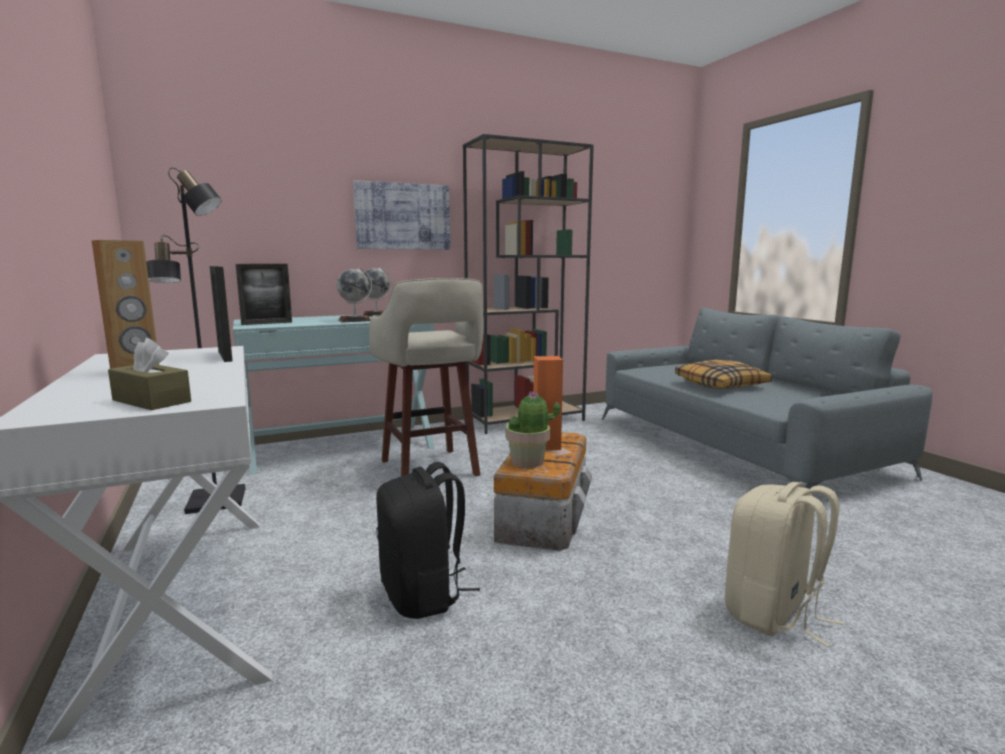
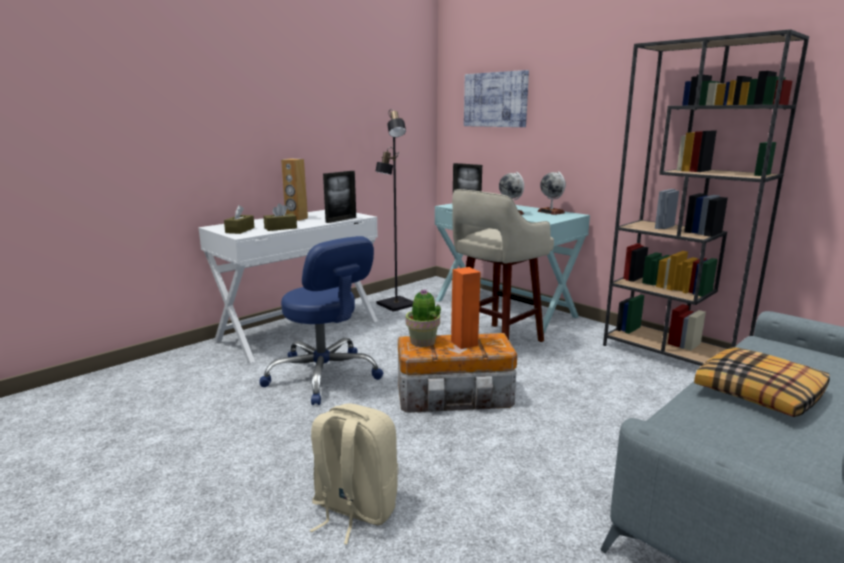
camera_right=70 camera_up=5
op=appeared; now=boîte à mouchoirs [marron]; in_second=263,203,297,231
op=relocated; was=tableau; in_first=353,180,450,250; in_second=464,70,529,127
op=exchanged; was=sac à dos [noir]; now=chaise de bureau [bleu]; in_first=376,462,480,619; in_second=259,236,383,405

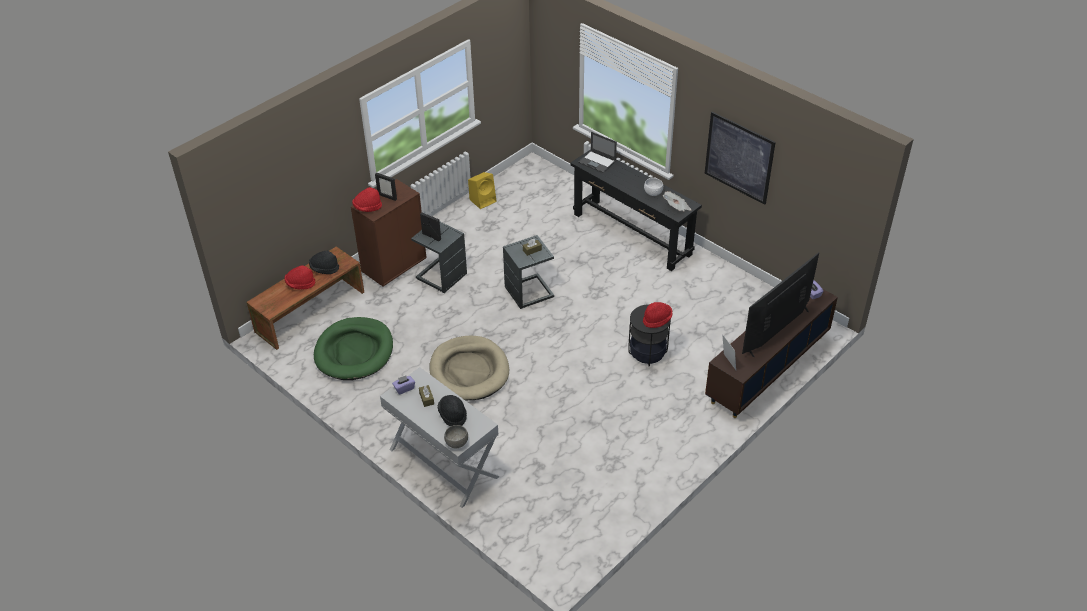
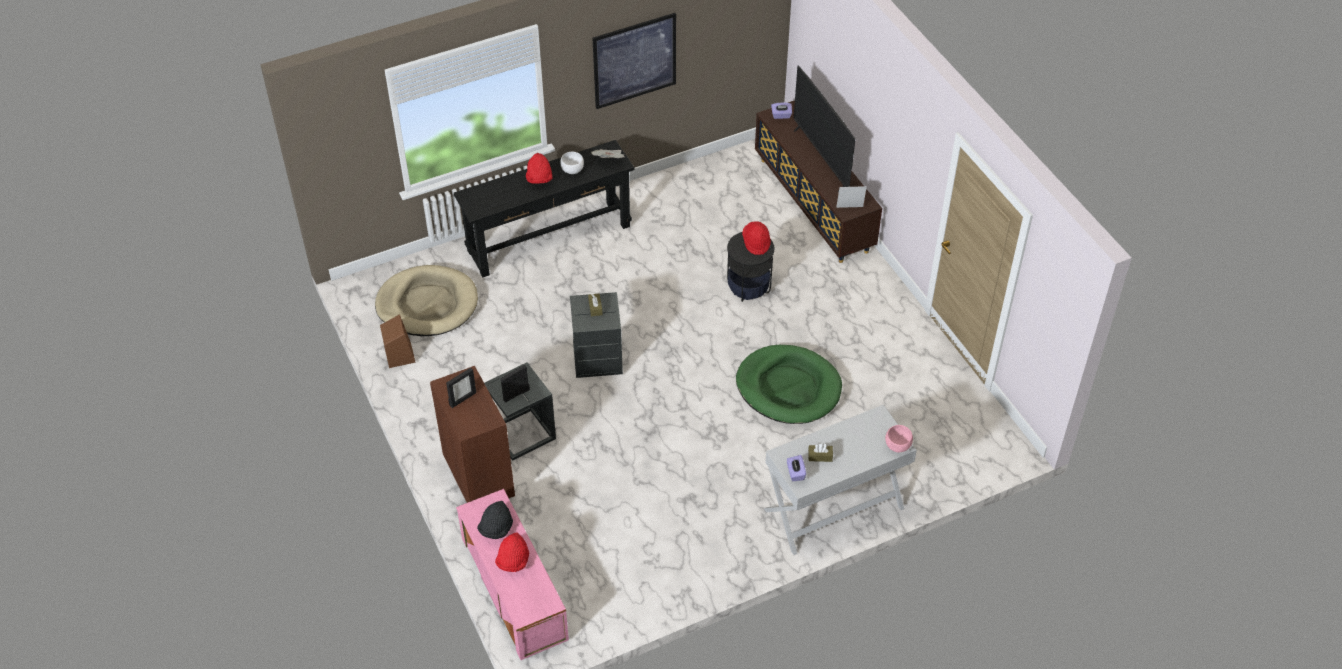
camera_right=-70 camera_up=5
op=missing; was=chapeau [noir]; in_first=438,395,467,426
op=missing; was=ordinateur portable; in_first=578,132,617,173
op=relocated; was=panier pour chien [vert]; in_first=314,317,393,380; in_second=736,345,842,424
op=relocated; was=chapeau [rouge]; in_first=352,187,382,212; in_second=526,153,553,184
op=relocated; was=panier pour chien [beige]; in_first=429,336,509,400; in_second=375,265,478,336
op=colour; was=banc [marron]; now=banc [rose]; in_first=246,246,364,350; in_second=456,489,569,660
op=colour; was=bol [gris]; now=bol [rose]; in_first=444,425,468,448; in_second=885,425,913,452
op=colour; was=enceinte [jaune]; now=enceinte [marron]; in_first=468,172,497,209; in_second=380,314,416,368

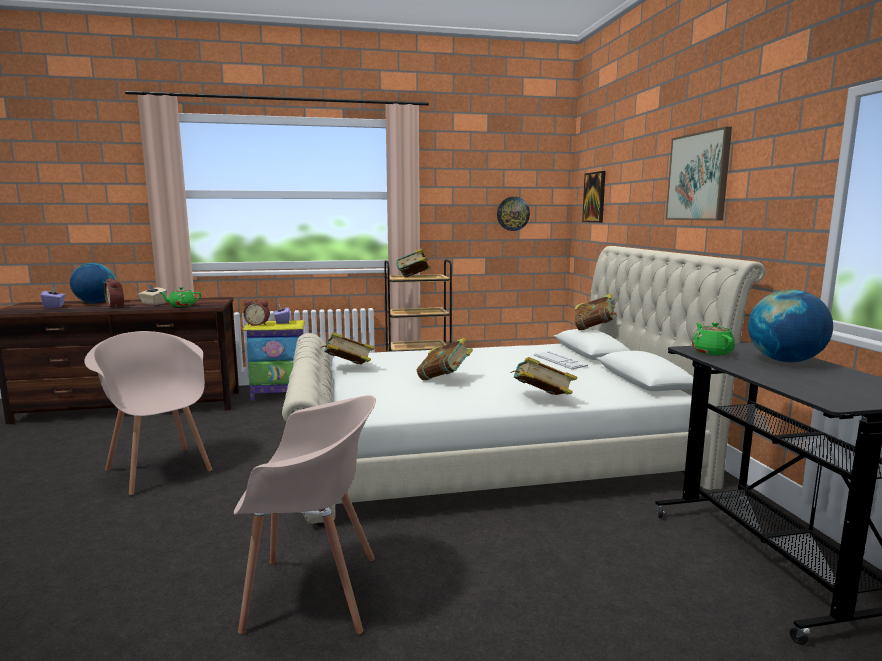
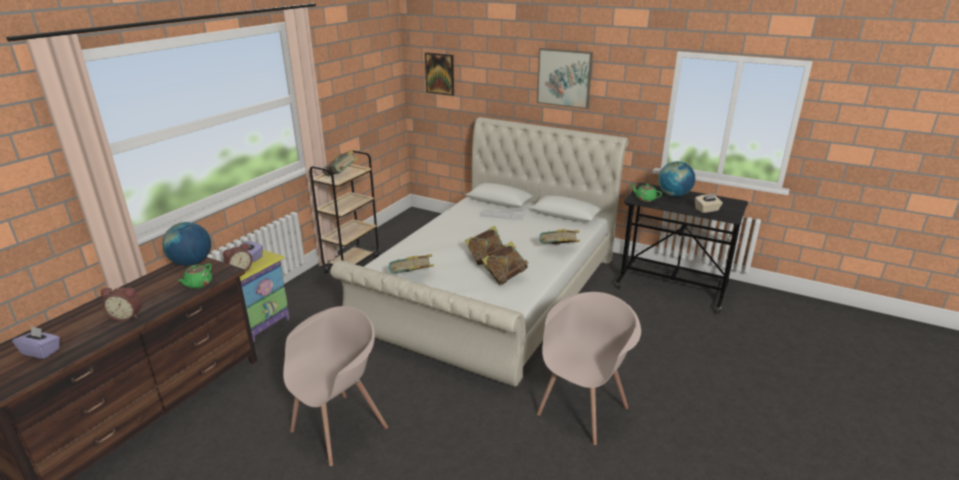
camera_right=-50 camera_up=15
op=missing; was=horloge murale; in_first=497,197,530,231
op=relocated; was=globe; in_first=70,263,116,303; in_second=162,222,211,266
op=relocated; was=boîte à mouchoirs [beige]; in_first=138,284,168,305; in_second=695,194,723,213
op=relocated; was=livre; in_first=575,294,617,330; in_second=482,242,529,285
op=spun; was=chaise [beige]; in_first=84,331,212,495; in_second=283,306,388,466; clockwise=135

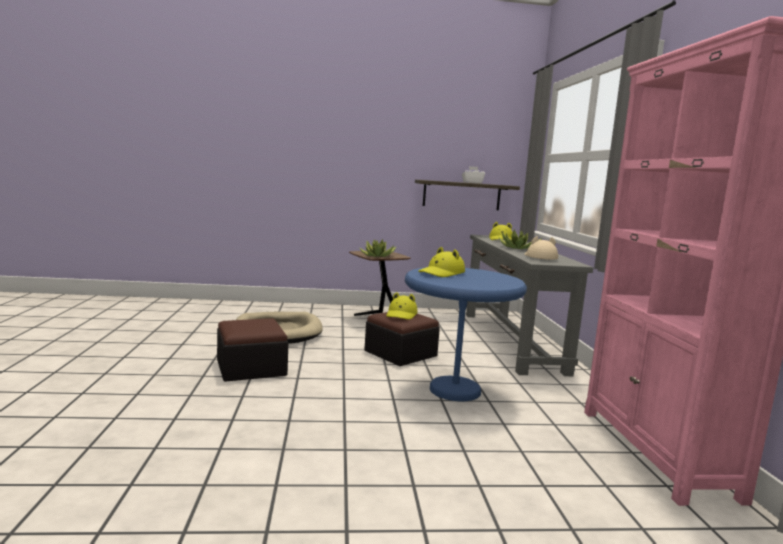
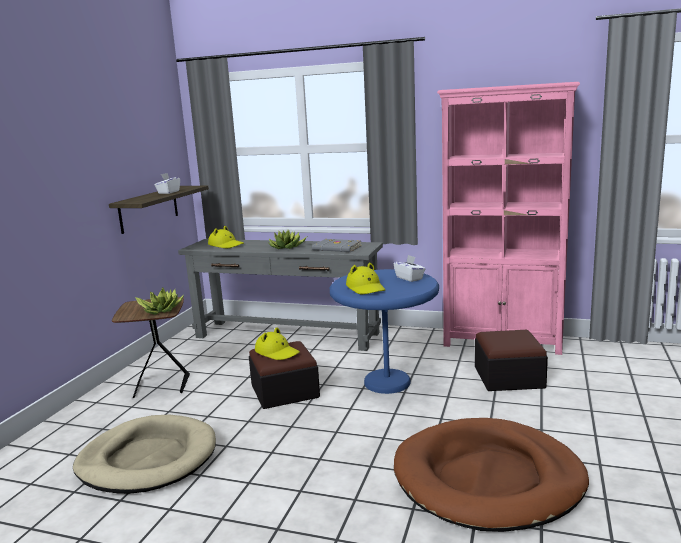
camera_right=-65 camera_up=5
op=appeared; now=boîte à mouchoirs [blanc]; in_second=394,255,425,282
op=appeared; now=panier pour chien [marron]; in_second=394,418,589,532
op=relocated; was=pouf; in_first=217,318,288,382; in_second=475,330,548,391
op=exchanged; was=chapeau [beige]; now=livre [gris]; in_first=524,236,558,260; in_second=312,239,362,252

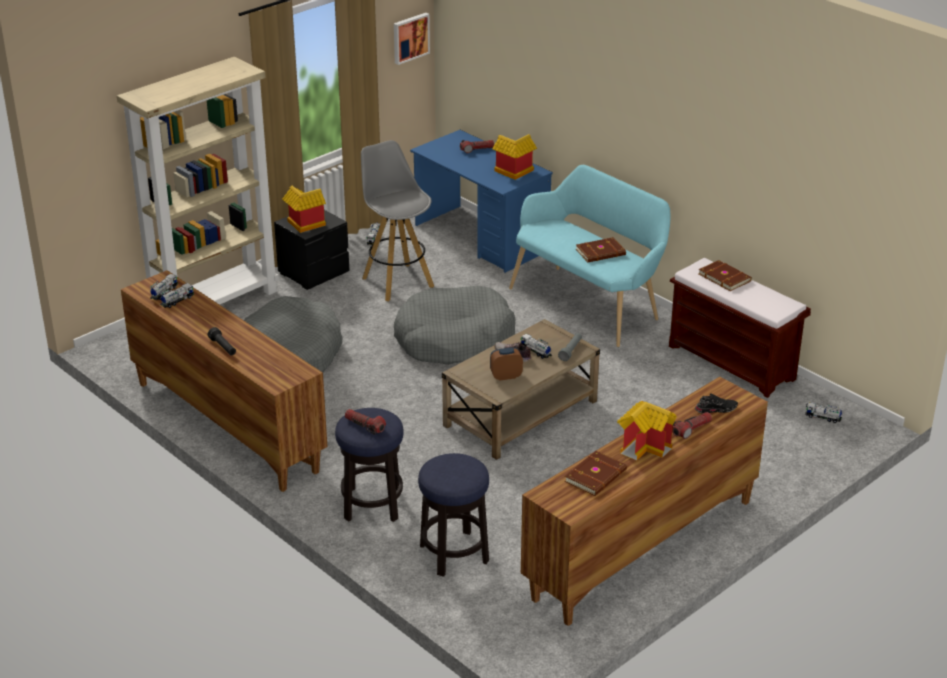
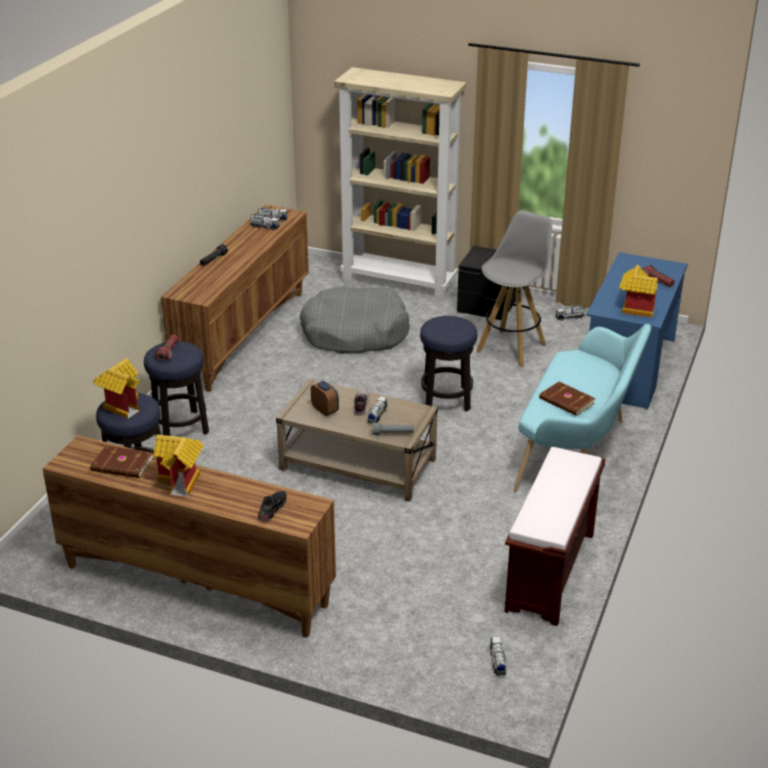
camera_right=65 camera_up=0
op=missing; was=tableau; in_first=394,13,430,65
op=missing; was=lampe de poche; in_first=672,412,712,439
op=missing; was=livre [marron]; in_first=698,260,752,291
op=relocated; was=maison miniature; in_first=282,186,326,233; in_second=94,358,140,418
op=exchanged; was=panier pour chien [gris]; now=tabouret; in_first=394,285,516,365; in_second=420,316,477,411
op=spun; was=chaussure [noir]; in_first=695,393,738,414; in_second=258,491,287,521; clockwise=-120

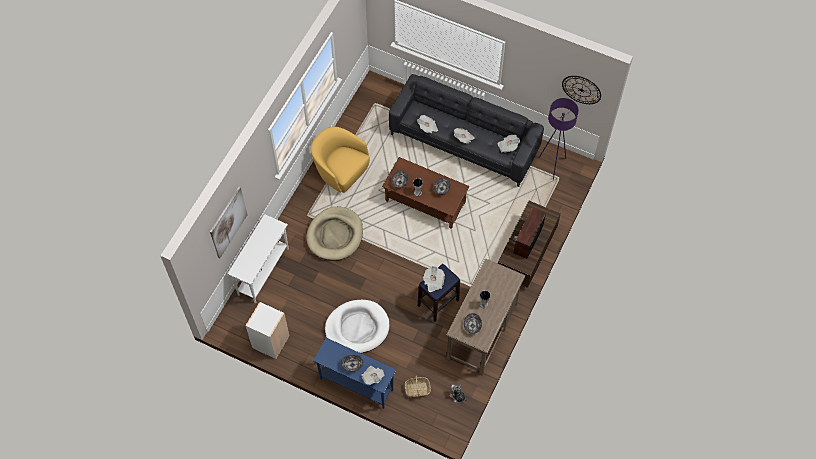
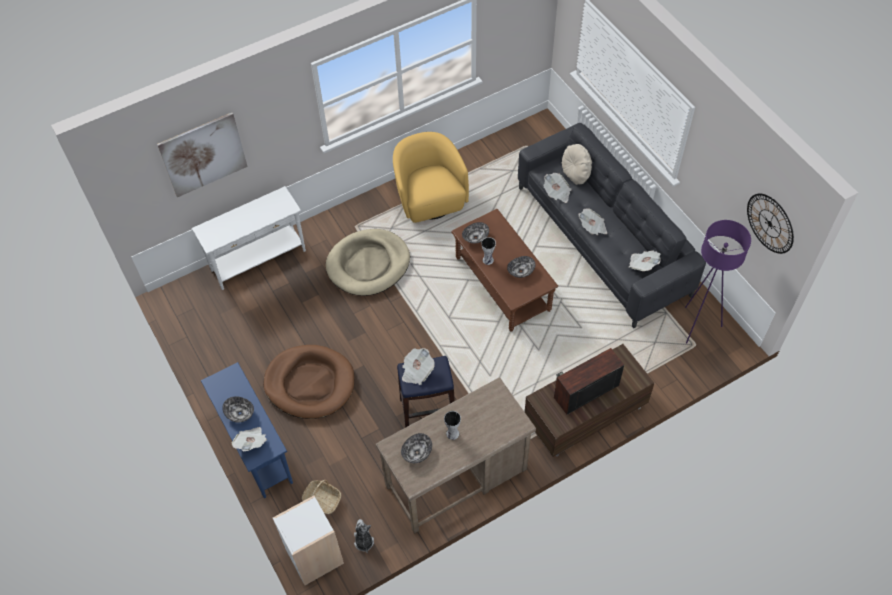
camera_right=35 camera_up=-5
op=appeared; now=coussin [beige]; in_second=562,144,592,185
op=relocated; was=bibliothèque; in_first=245,302,290,359; in_second=273,495,344,585
op=colour; was=panier pour chien [blanc]; now=panier pour chien [marron]; in_first=325,300,389,353; in_second=263,345,354,419

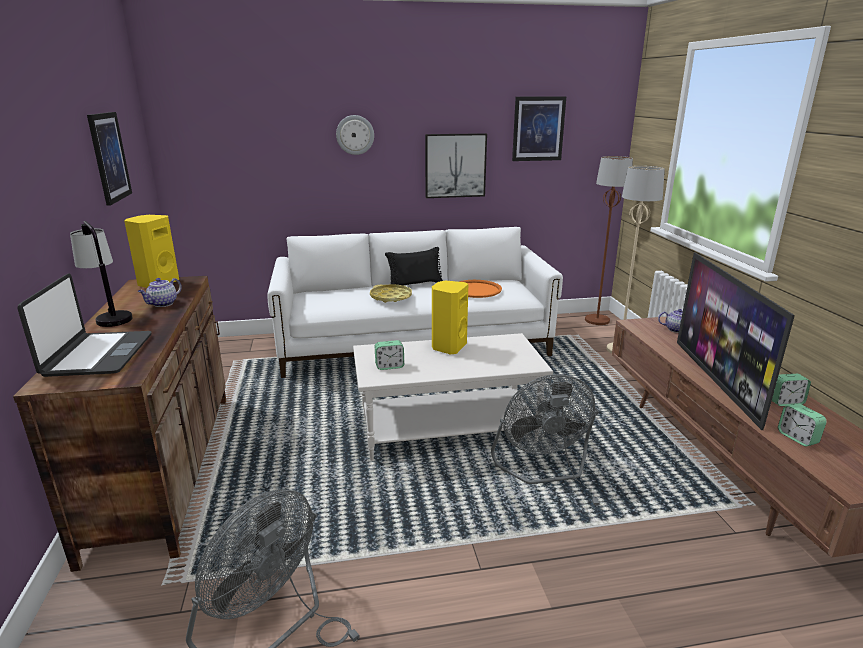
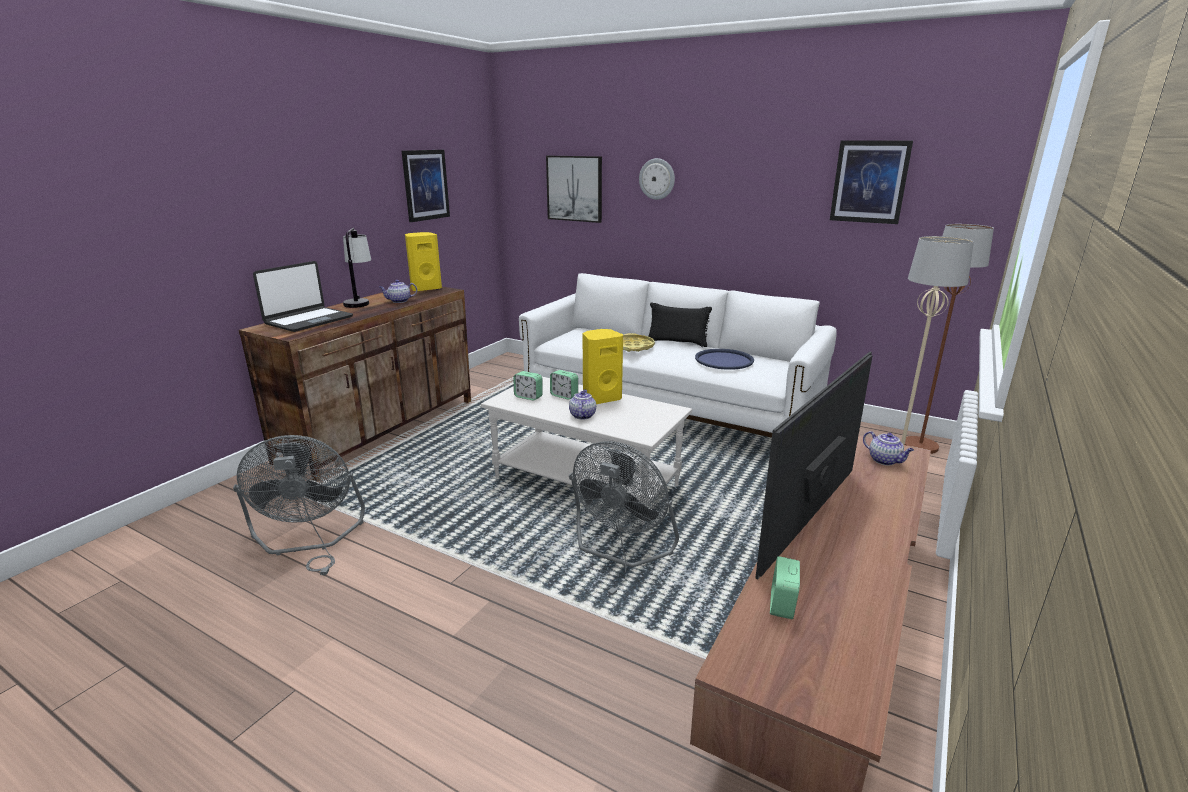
camera_right=40 camera_up=0
op=appeared; now=théière; in_second=569,390,596,420
op=relocated; was=tableau; in_first=425,133,487,198; in_second=546,156,602,223
op=relocated; was=réveil; in_first=772,374,811,406; in_second=550,370,578,400
op=colour; was=plateau [orange]; now=plateau [bleu]; in_first=459,280,502,298; in_second=695,349,754,370

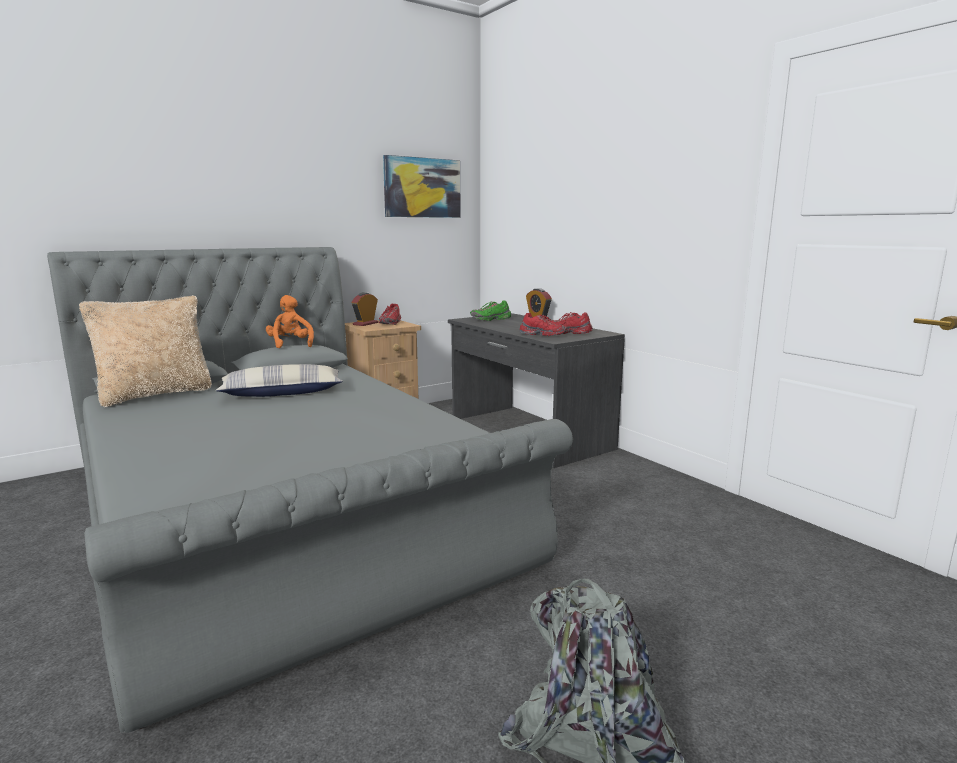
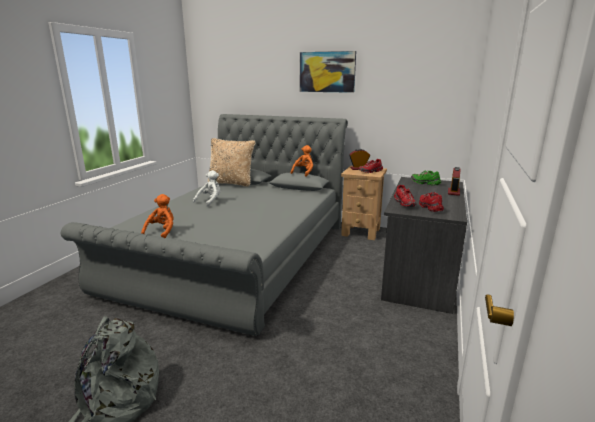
camera_right=55 camera_up=5
op=missing; was=coussin; in_first=216,364,343,397
op=appeared; now=peluche [orange]; in_second=141,194,174,238
op=appeared; now=peluche [blanc]; in_second=193,170,221,207
op=relocated; was=tableau; in_first=383,155,461,218; in_second=300,51,356,93

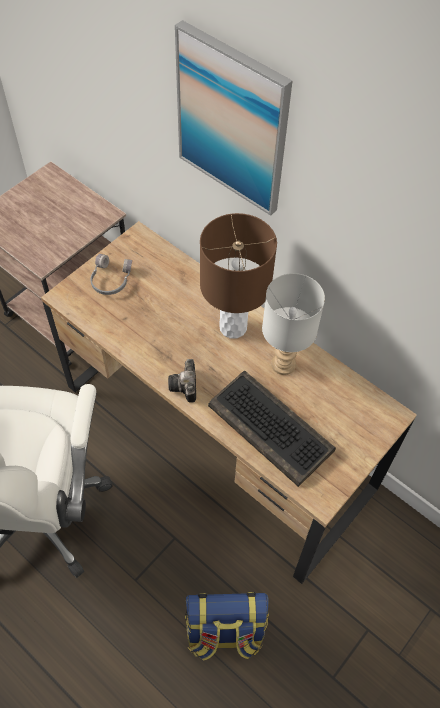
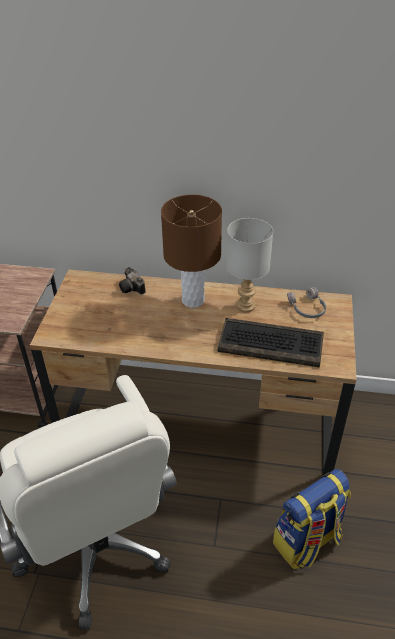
camera_right=-30 camera_up=-15
op=missing; was=tableau; in_first=175,20,293,216
op=relocated; was=casque audio [gris]; in_first=90,254,132,295; in_second=287,287,326,318
op=relocated; was=appareil photo; in_first=168,359,196,403; in_second=119,267,146,294

